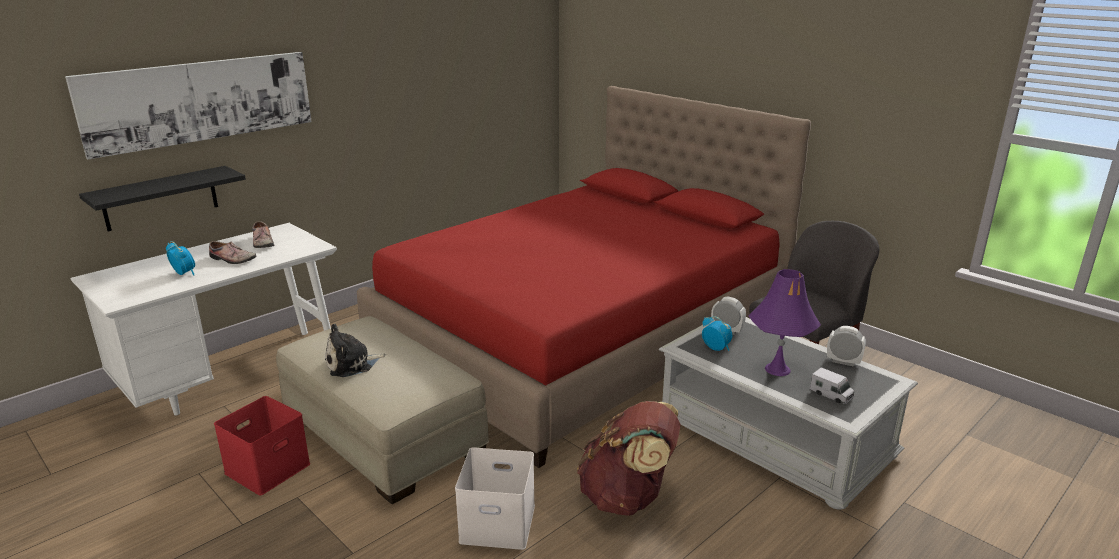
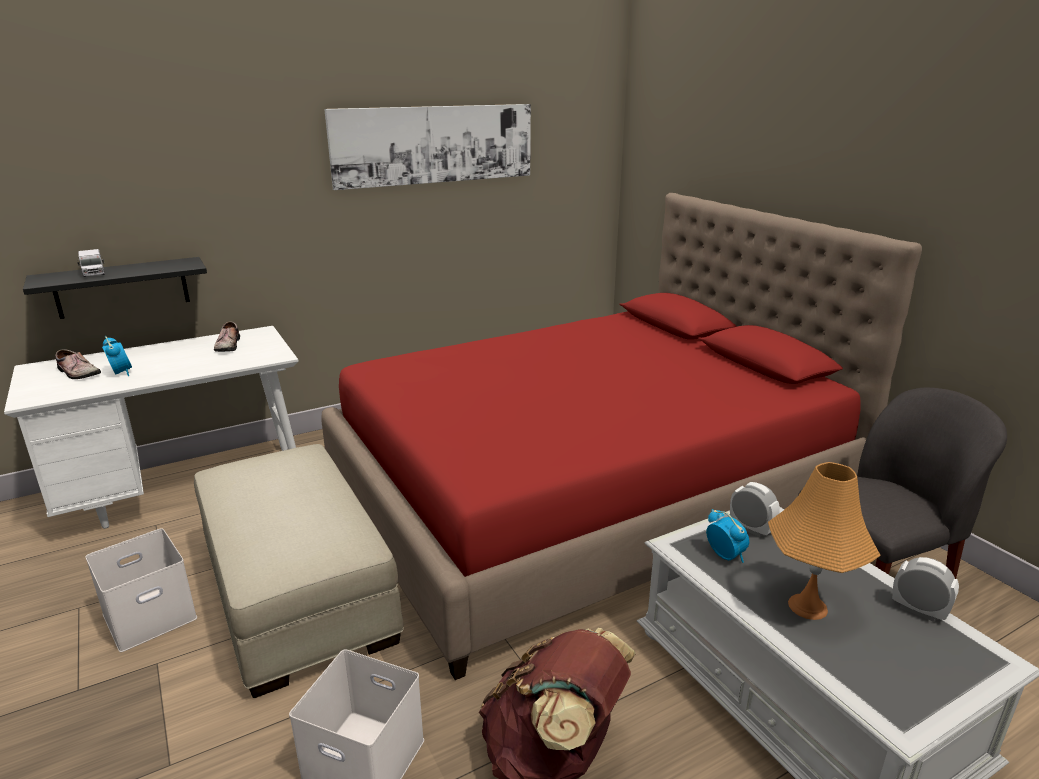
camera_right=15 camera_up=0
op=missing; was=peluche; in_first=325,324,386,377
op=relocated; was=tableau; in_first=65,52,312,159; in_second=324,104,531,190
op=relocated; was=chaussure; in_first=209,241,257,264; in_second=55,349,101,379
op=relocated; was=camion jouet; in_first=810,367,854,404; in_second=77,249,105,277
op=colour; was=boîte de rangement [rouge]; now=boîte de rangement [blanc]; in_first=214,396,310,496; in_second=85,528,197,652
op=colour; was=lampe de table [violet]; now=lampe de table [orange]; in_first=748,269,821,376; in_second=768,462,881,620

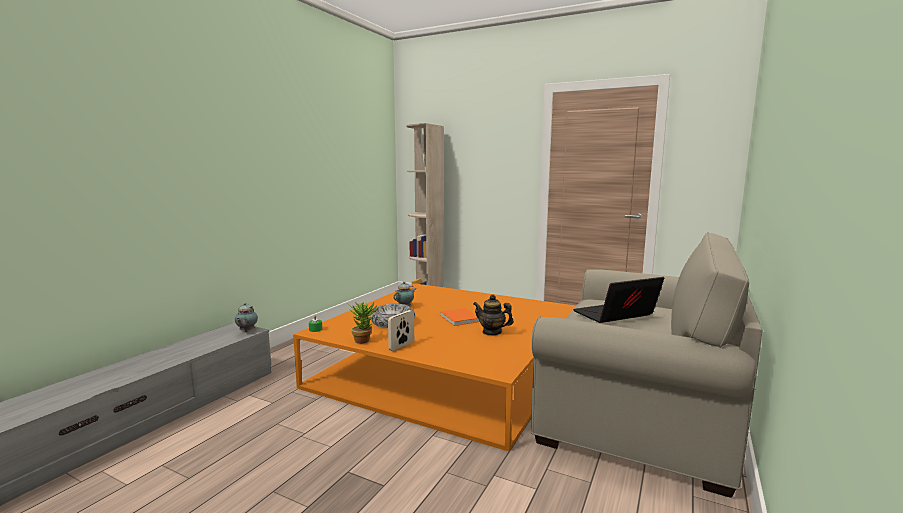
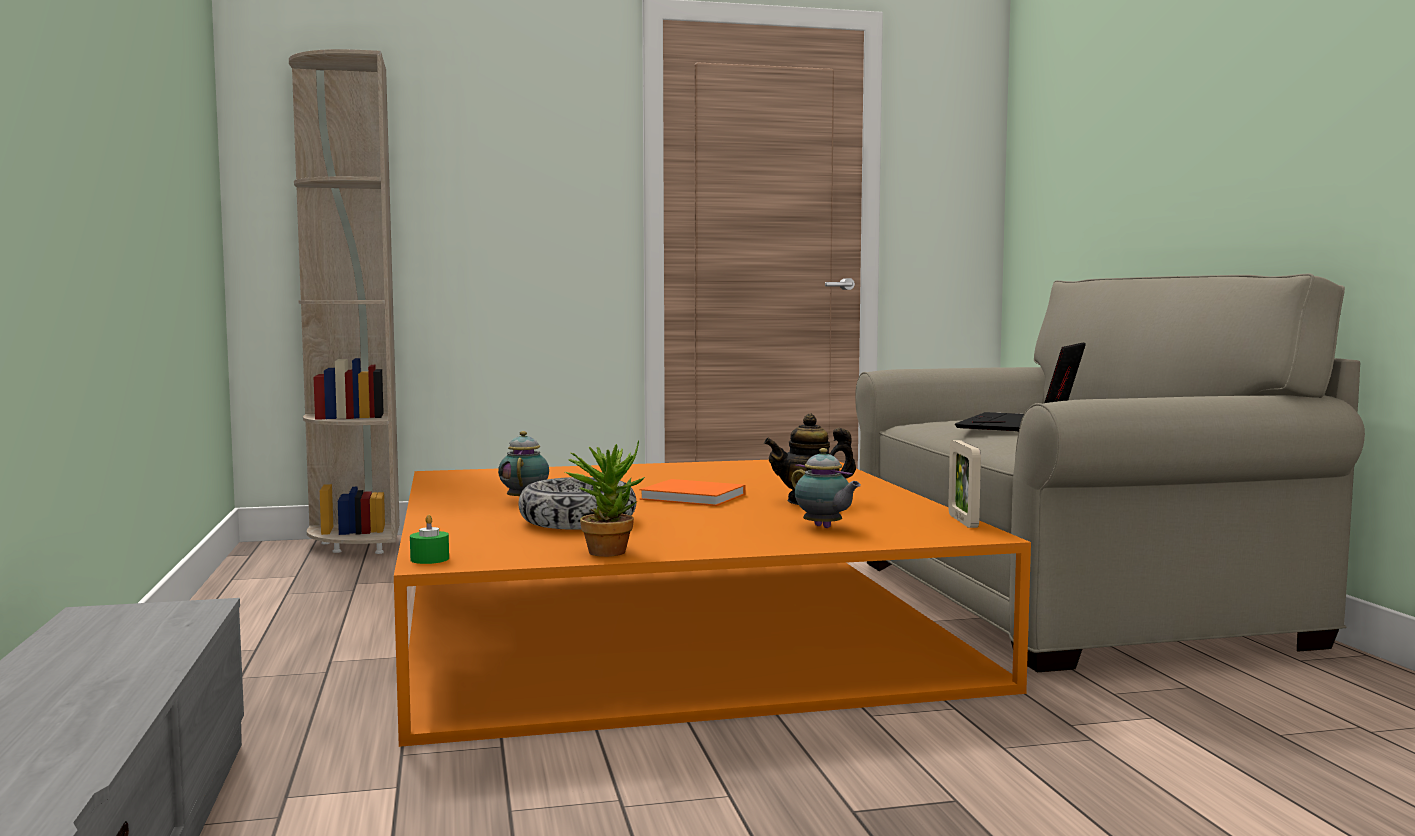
camera_right=-40 camera_up=-5
op=relocated; was=théière; in_first=235,303,258,332; in_second=791,448,861,528
op=relocated; was=cadre photo; in_first=388,310,414,351; in_second=948,440,981,528

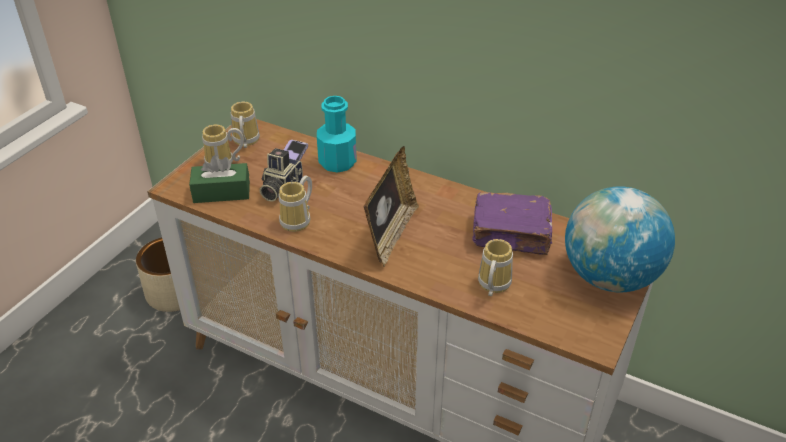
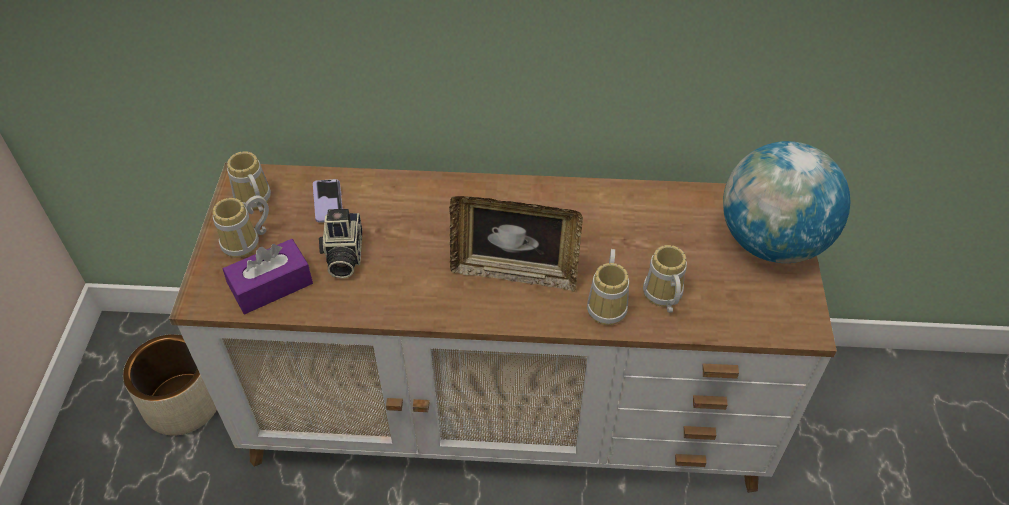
camera_right=-25 camera_up=10
op=missing; was=bouteille [turquoise]; in_first=317,96,357,173
op=missing; was=livre [violet]; in_first=472,192,552,255
op=relocated; was=mug; in_first=279,176,312,232; in_second=587,249,629,325
op=colour; was=boîte à mouchoirs [vert]; now=boîte à mouchoirs [violet]; in_first=189,155,250,203; in_second=223,239,313,314
op=spun; was=cadre photo; in_first=364,146,419,267; in_second=449,196,583,292; clockwise=105

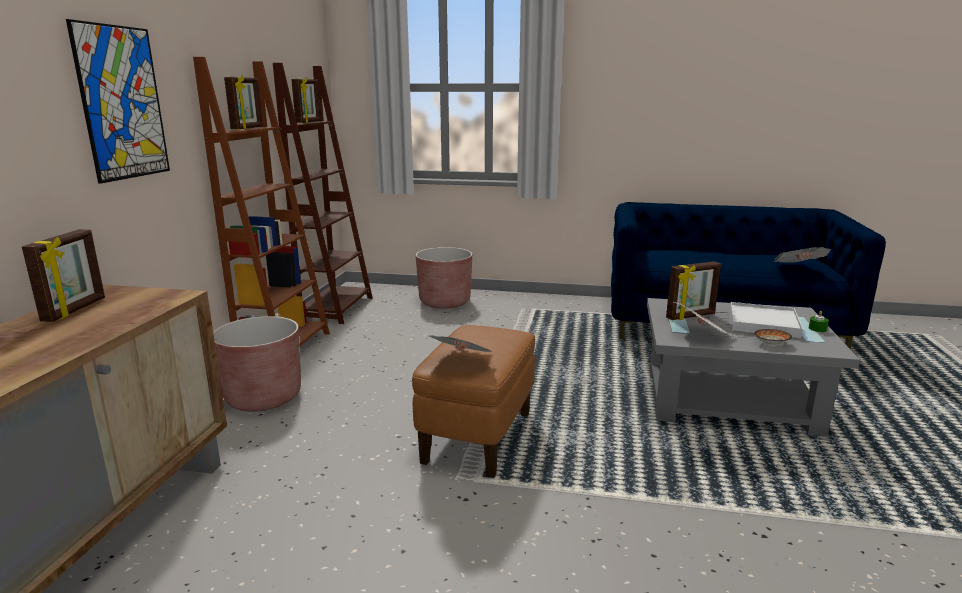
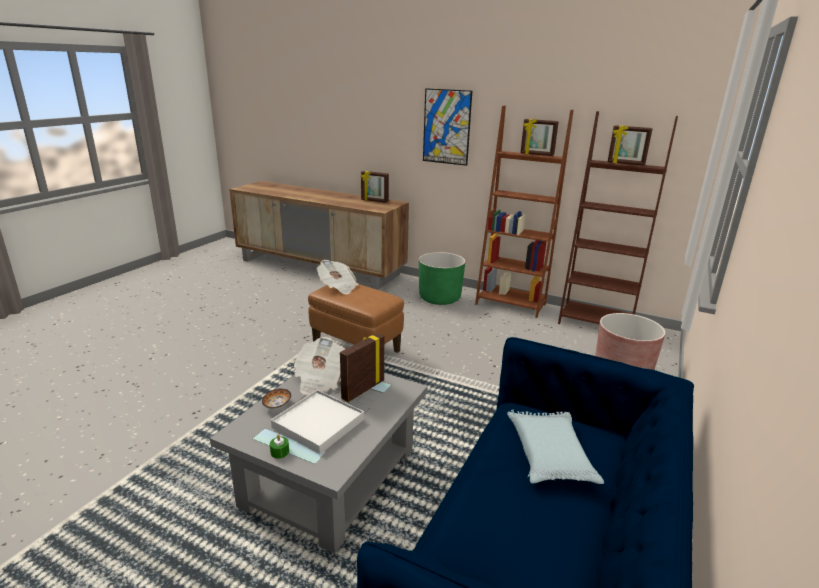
camera_right=105 camera_up=5
op=missing; was=journal; in_first=774,247,831,263
op=appeared; now=coussin [bleu]; in_second=507,409,604,484
op=colour; was=cache-pot [marron]; now=cache-pot [vert]; in_first=213,316,301,412; in_second=419,252,465,305
op=spun; was=cadre photo; in_first=666,261,721,320; in_second=340,333,384,402; clockwise=45

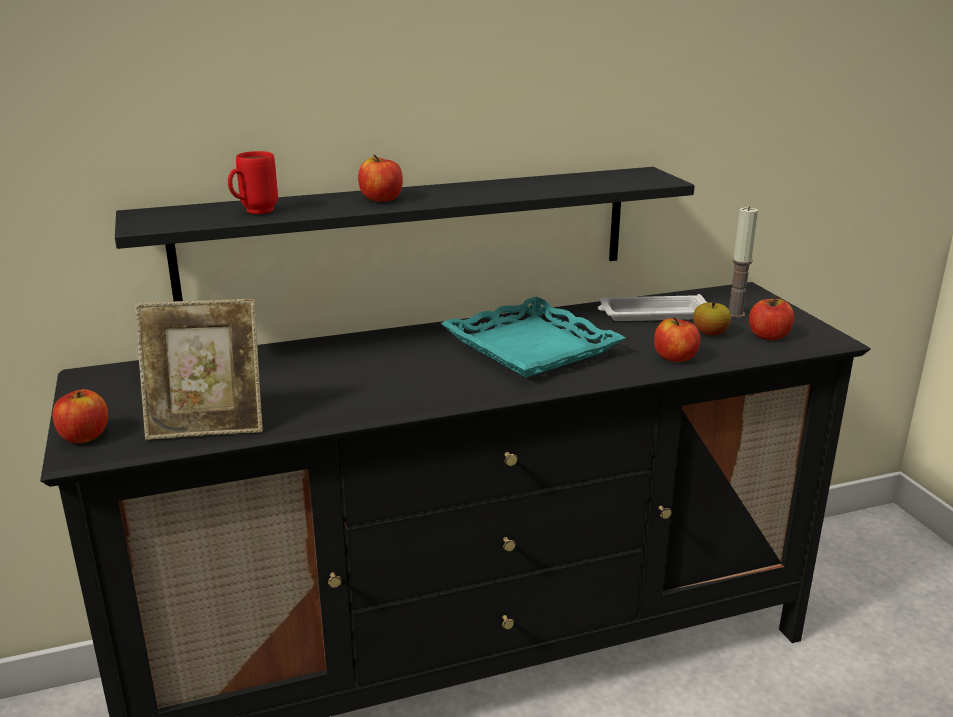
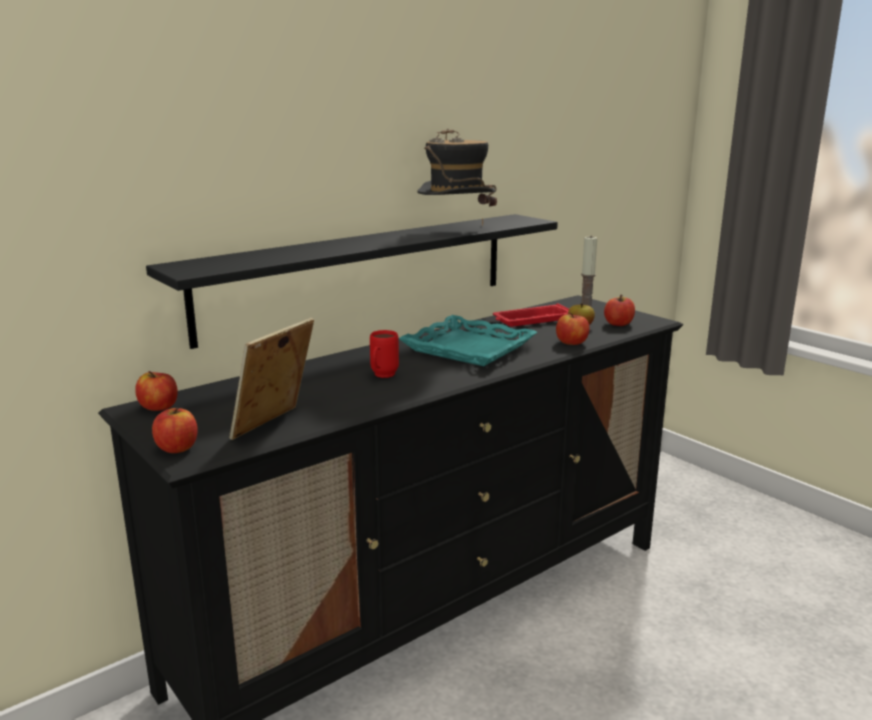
camera_right=-20 camera_up=-5
op=appeared; now=chapeau; in_second=417,128,497,226
op=relocated; was=mug [rouge]; in_first=228,151,278,214; in_second=370,330,399,378
op=relocated; was=pomme; in_first=358,155,403,202; in_second=135,371,178,411
op=colour; was=plateau [blanc]; now=plateau [rouge]; in_first=598,294,707,321; in_second=493,303,569,327
op=spun; was=cadre photo; in_first=135,299,263,440; in_second=229,318,314,440; clockwise=150

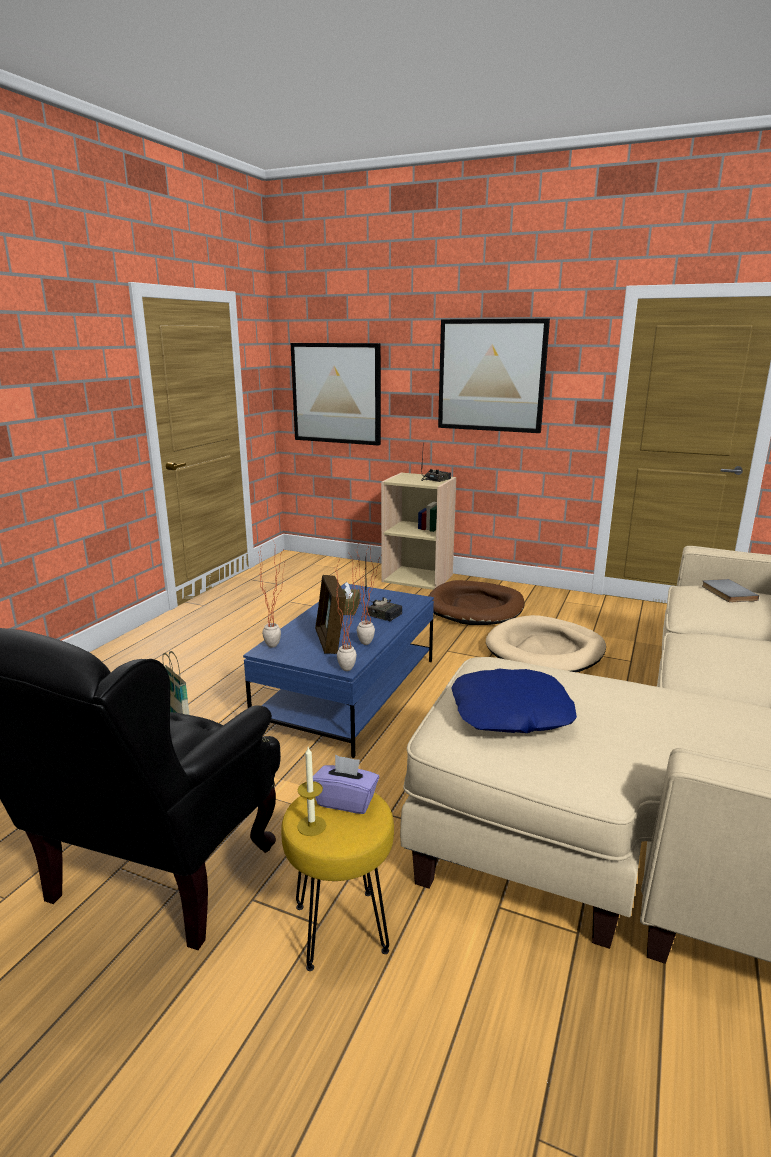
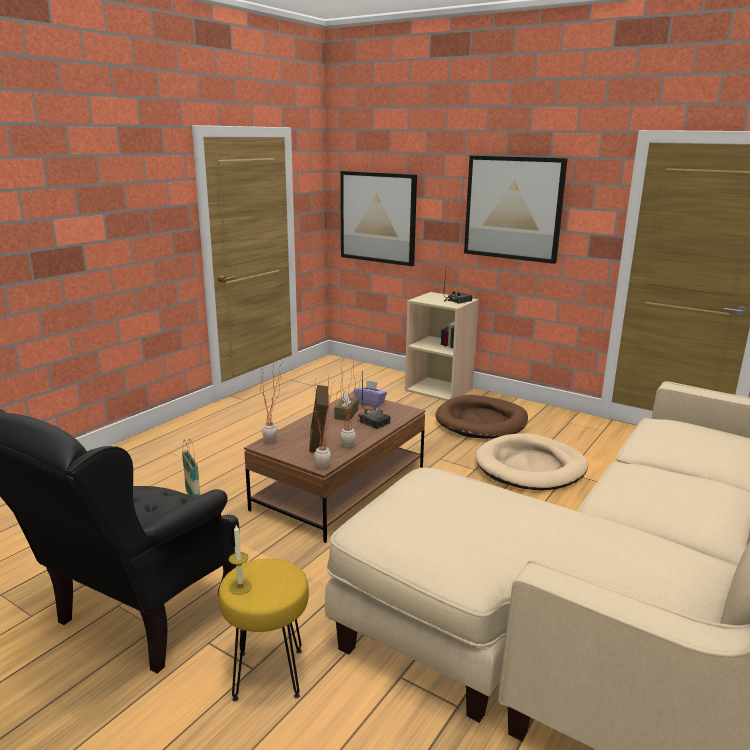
camera_right=10 camera_up=0
op=missing; was=coussin [bleu]; in_first=451,668,577,733
op=missing; was=livre [gris]; in_first=702,579,759,602
op=relocated; was=boîte à mouchoirs [violet]; in_first=313,755,379,814; in_second=354,380,387,407
op=colour; was=table basse [bleu]; now=table basse [marron]; in_first=243,583,434,758; in_second=244,392,425,543

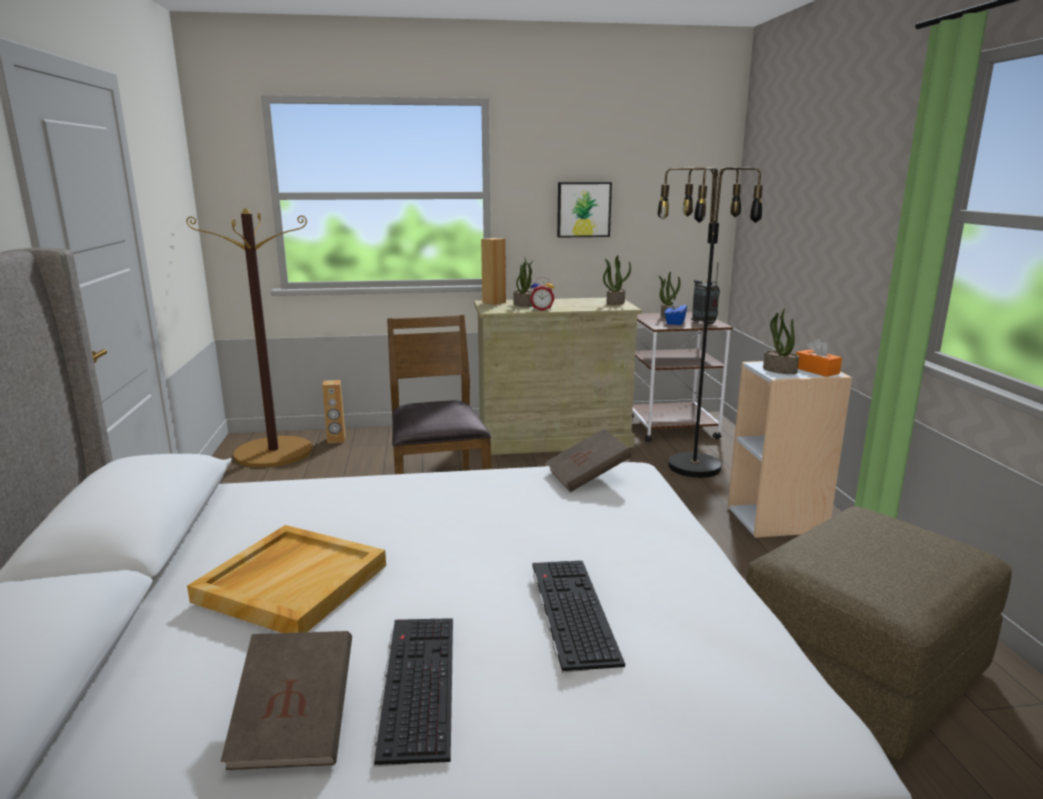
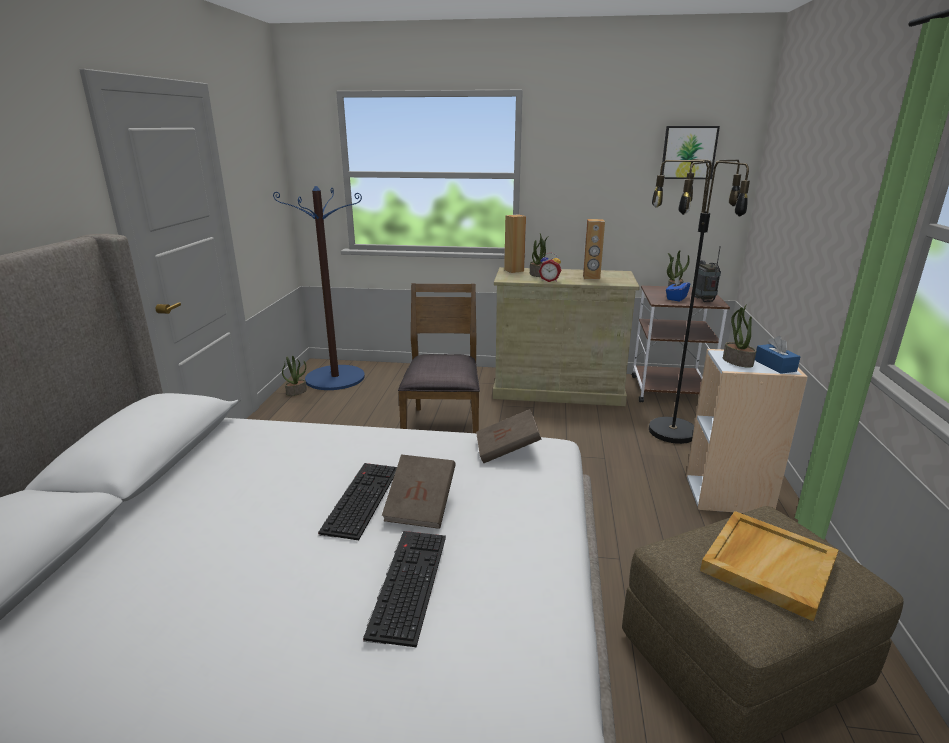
camera_right=15 camera_up=5
op=relocated; was=plateau [beige]; in_first=187,525,386,633; in_second=700,511,839,621
op=relocated; was=livre [marron]; in_first=221,631,352,770; in_second=382,454,456,529
op=relocated; was=enceinte [marron]; in_first=322,380,346,443; in_second=583,219,605,280
op=relocated; was=clavier; in_first=374,618,453,767; in_second=318,463,397,540
op=relocated; was=tableau; in_first=557,182,612,238; in_second=662,126,720,179
op=relocated; was=plante en pot; in_first=603,255,631,305; in_second=282,356,307,396
op=colour; was=portant [marron]; now=portant [bleu]; in_first=186,208,312,467; in_second=273,186,365,390
op=colour; was=boîte à mouchoirs [orange]; now=boîte à mouchoirs [bleu]; in_first=796,338,842,377; in_second=755,336,801,374

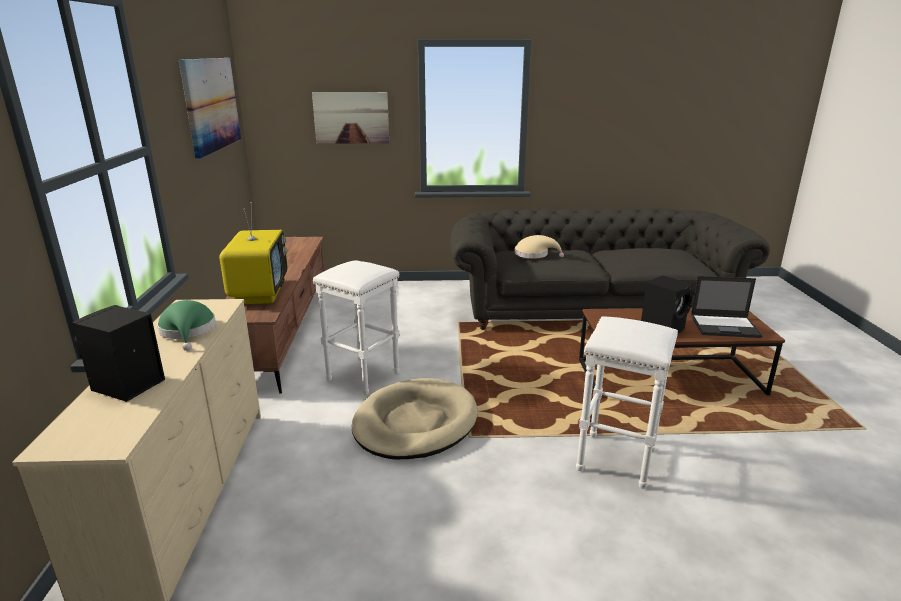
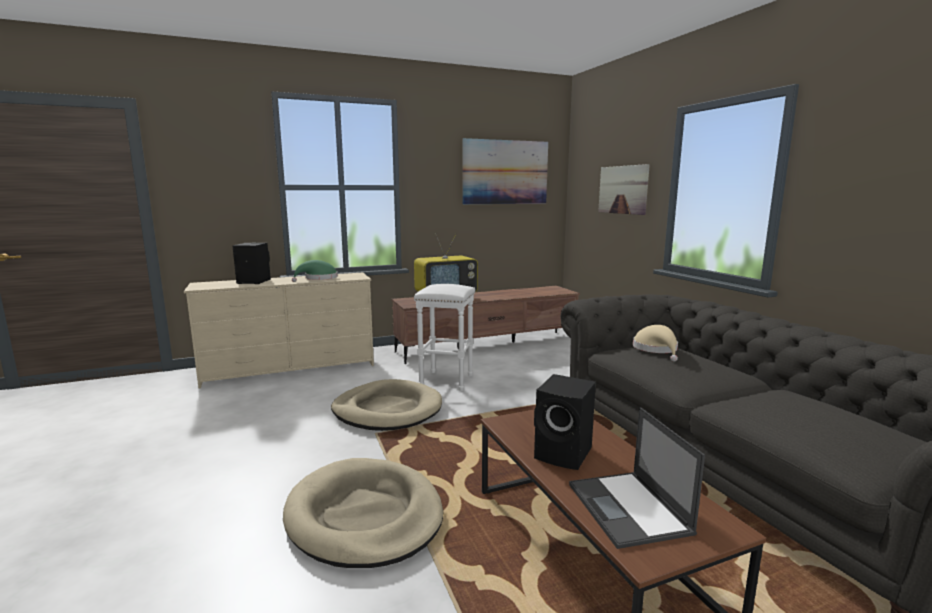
camera_right=70 camera_up=-10
op=exchanged; was=tabouret [blanc]; now=panier pour chien [beige]; in_first=576,316,678,489; in_second=283,458,443,568

